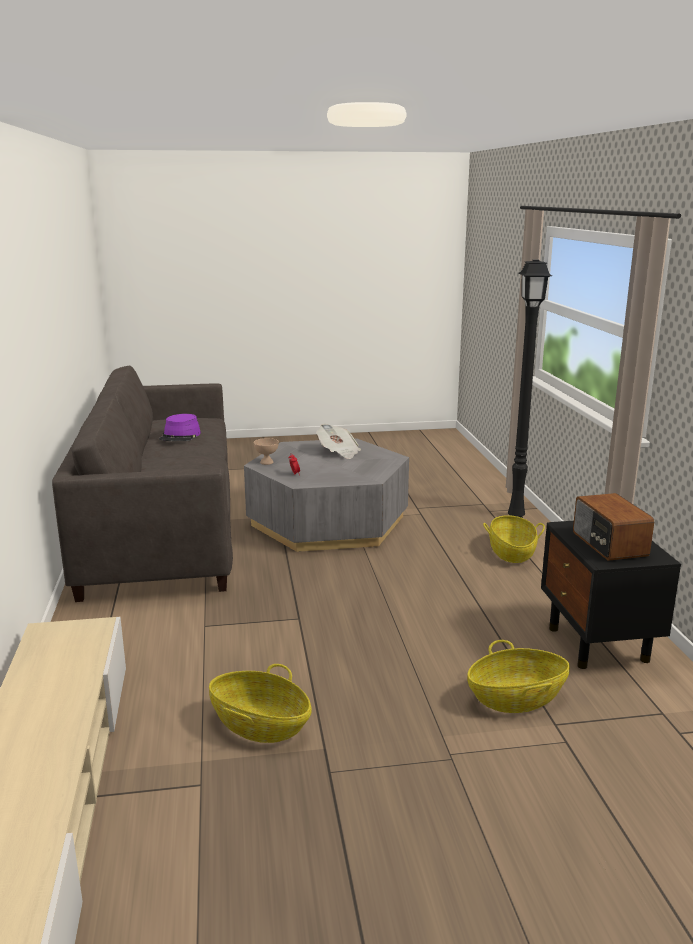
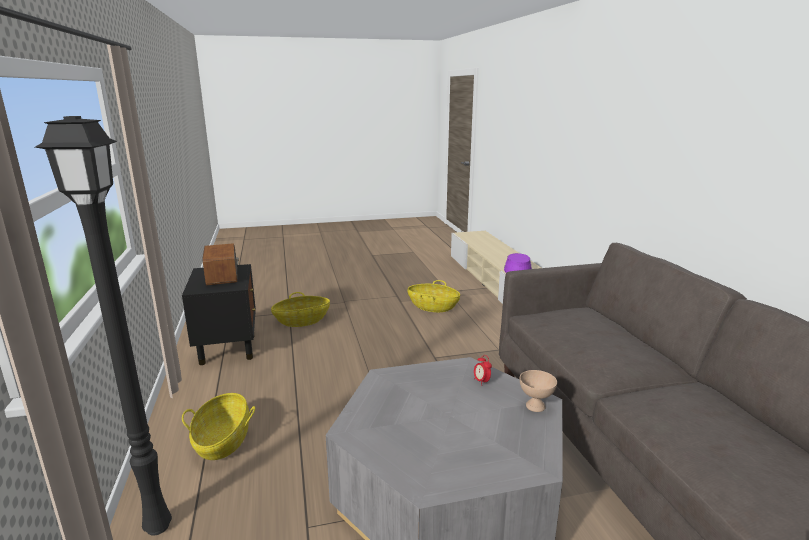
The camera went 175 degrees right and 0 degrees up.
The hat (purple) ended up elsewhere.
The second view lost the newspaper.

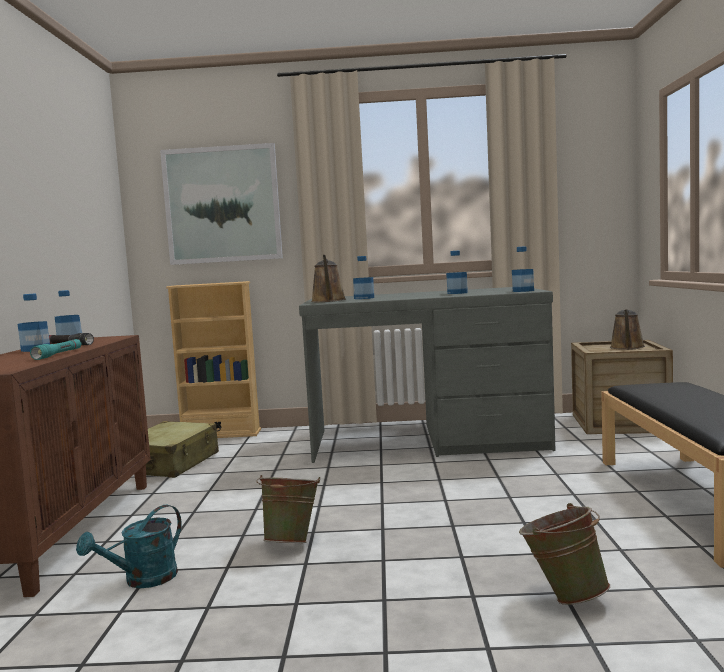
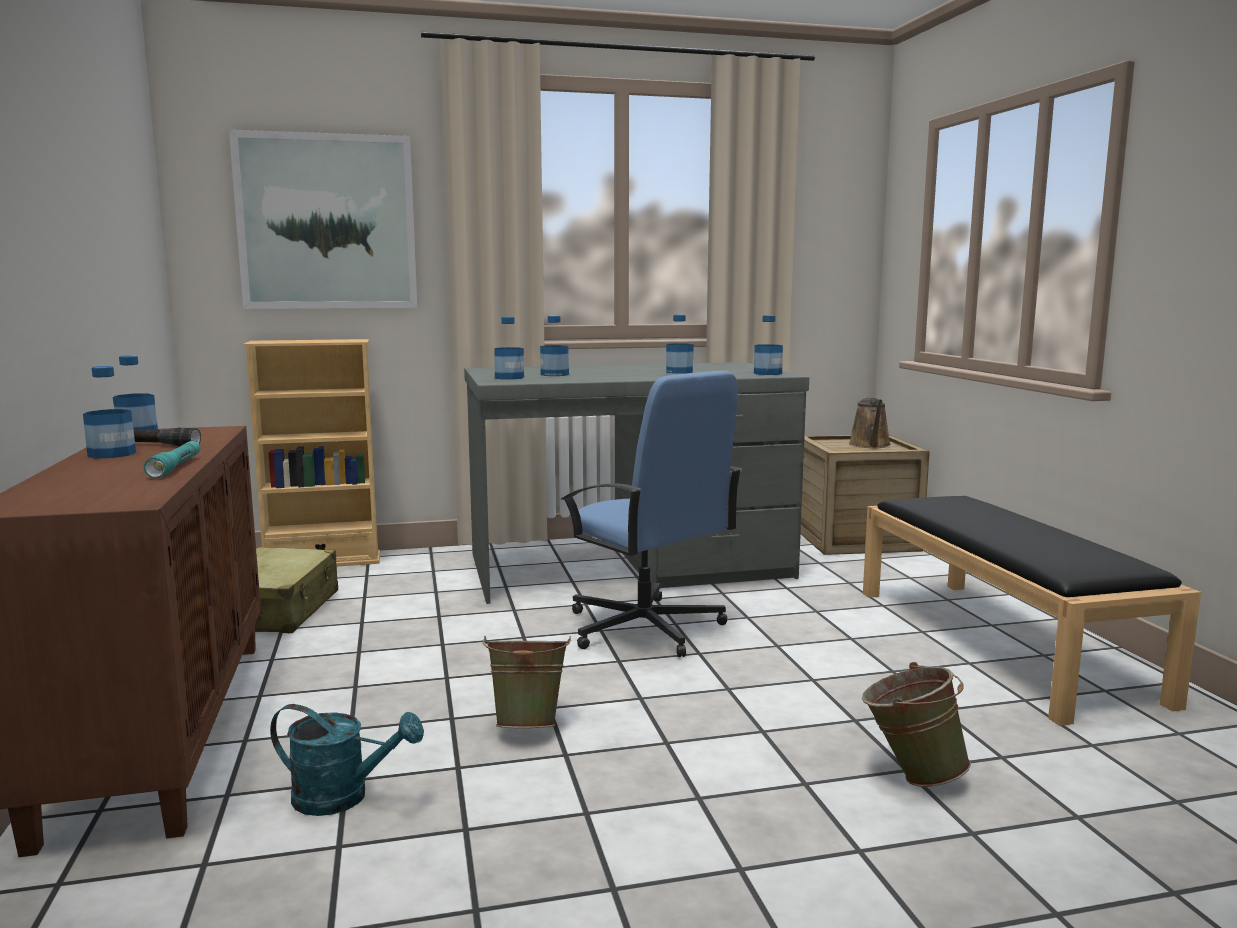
The camera went 15 degrees left and 5 degrees up.
The watering can (turquoise) ended up facing another way, 105 degrees counterclockwise from before.
Where the watering can (brown) (1st from left) stood, the bottle (3rd from left) came to stand.
The second view gained the office chair (blue).

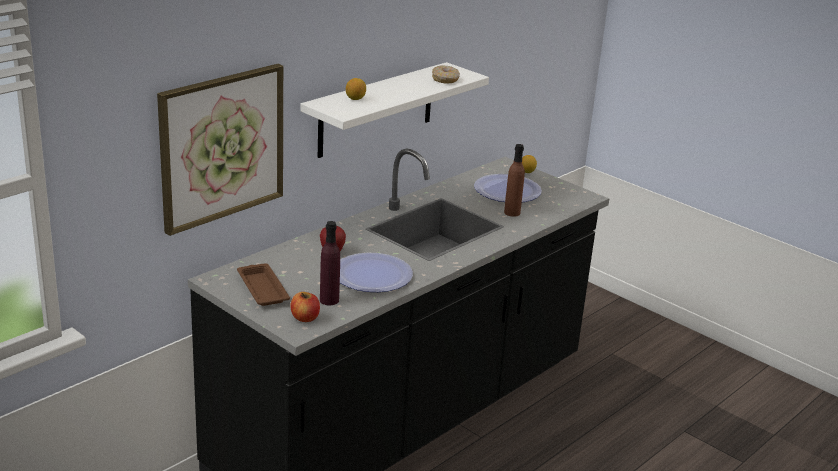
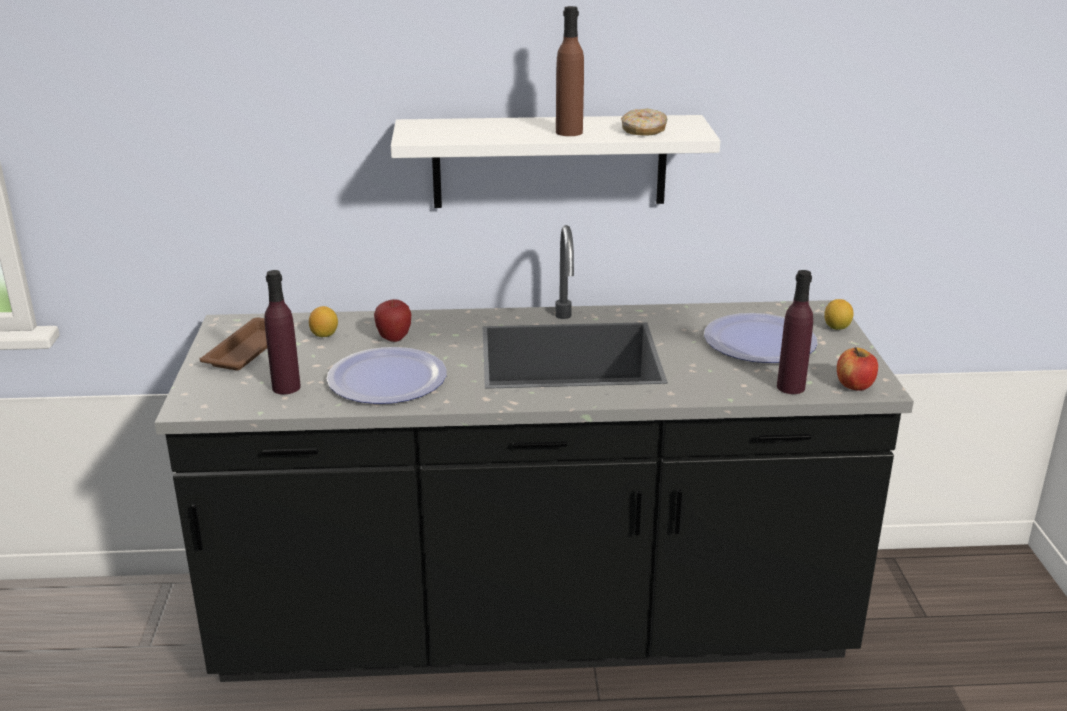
The camera went 45 degrees right and 0 degrees up.
The second view lost the picture.
The apple (1st from left in the first image) ended up elsewhere.
The lemon (1st from left) ended up elsewhere.
The bottle (brown) ended up elsewhere.
The second view gained the bottle (purple) (2nd from left).

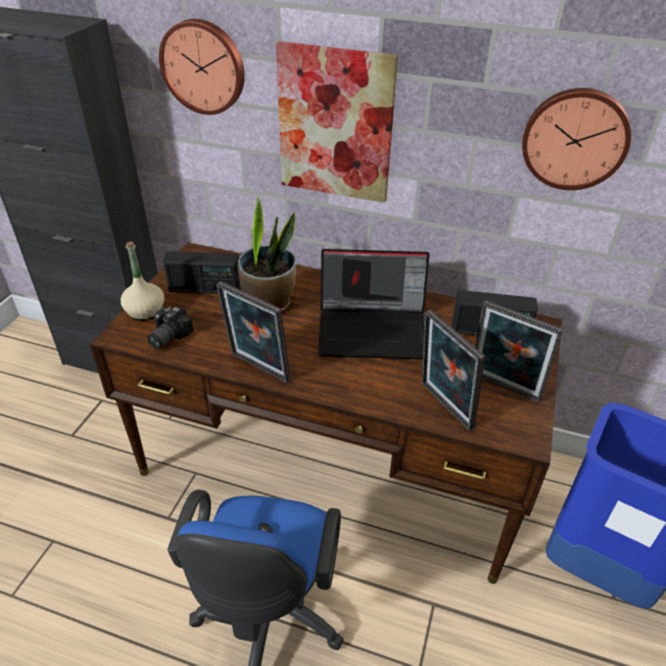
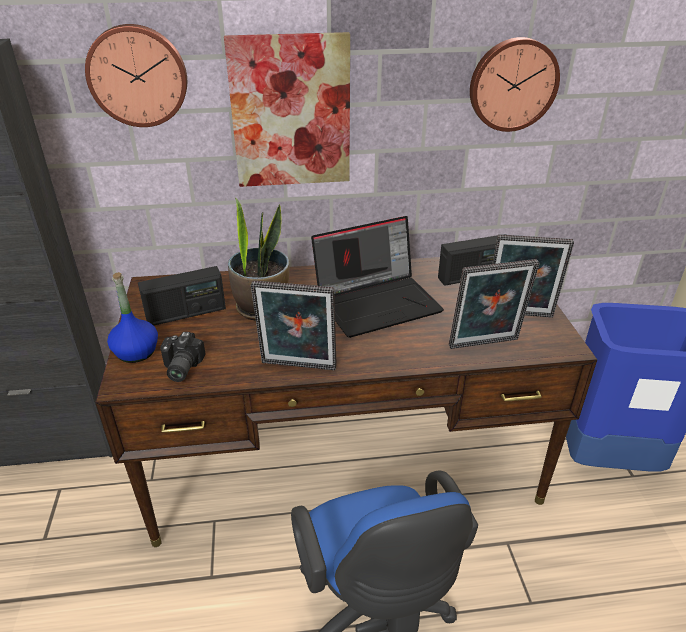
The camera went 25 degrees left and 5 degrees down.
What was the bottle (beige) turned into the bottle (blue).
The picture frame (2nd from left) ended up facing another way, 45 degrees counterclockwise from before.

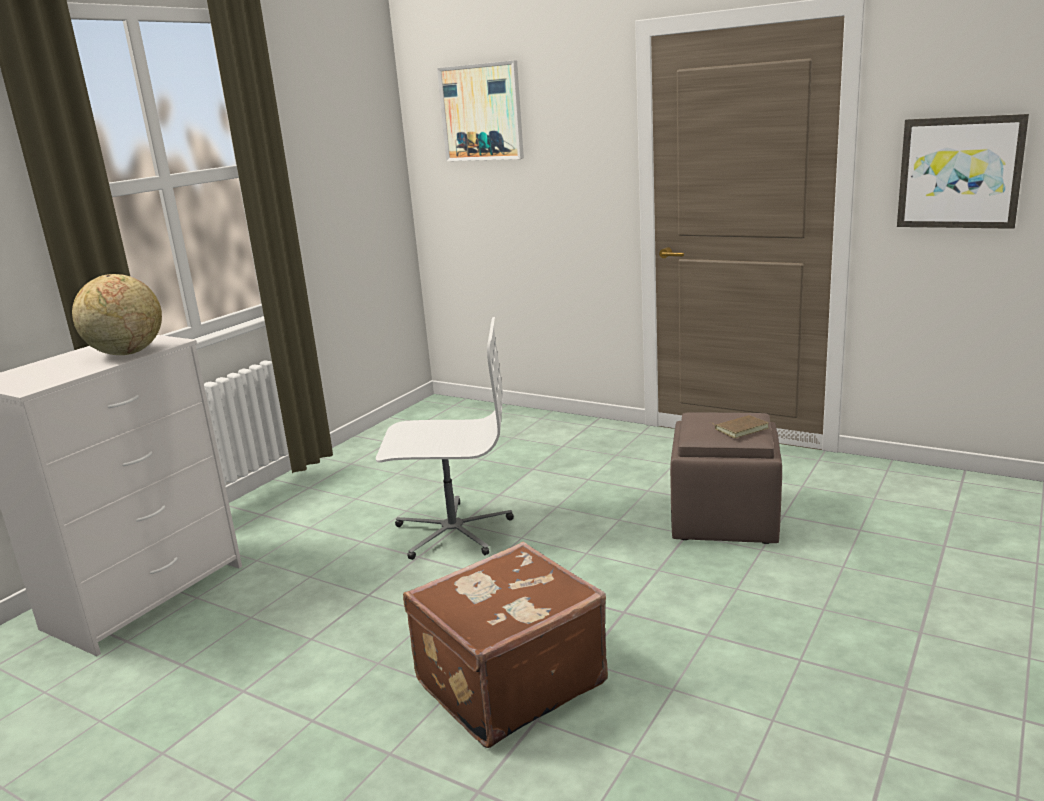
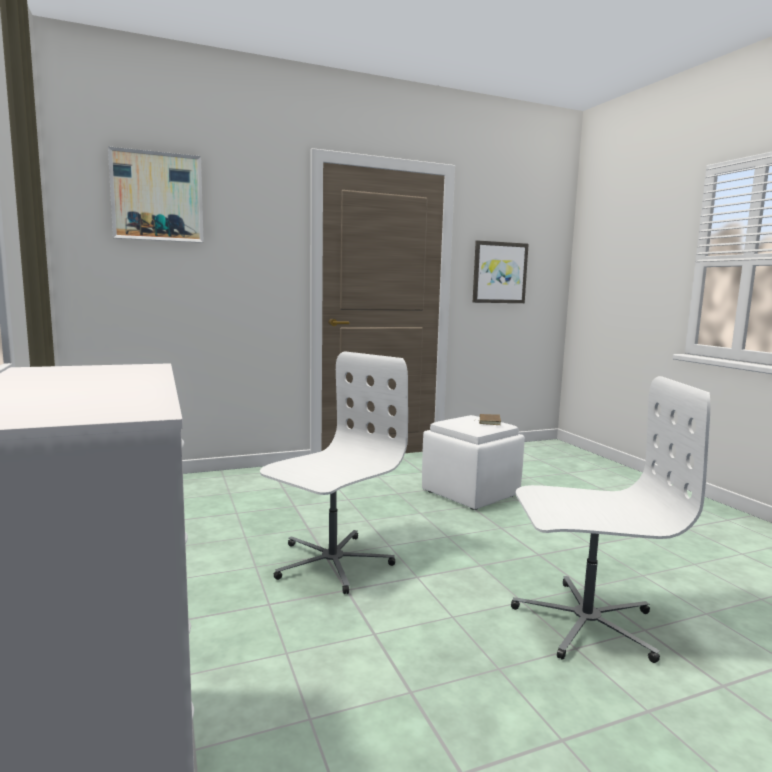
The camera went 55 degrees left and 10 degrees down.
The second view lost the globe.
Where the suitcase (brown) stood, the office chair (white) (2nd from left) came to stand.
What was the ottoman (brown) turned into the ottoman (white).

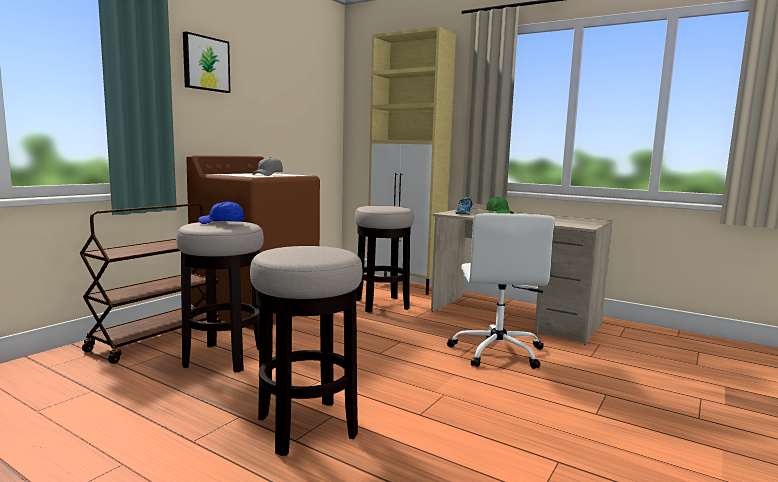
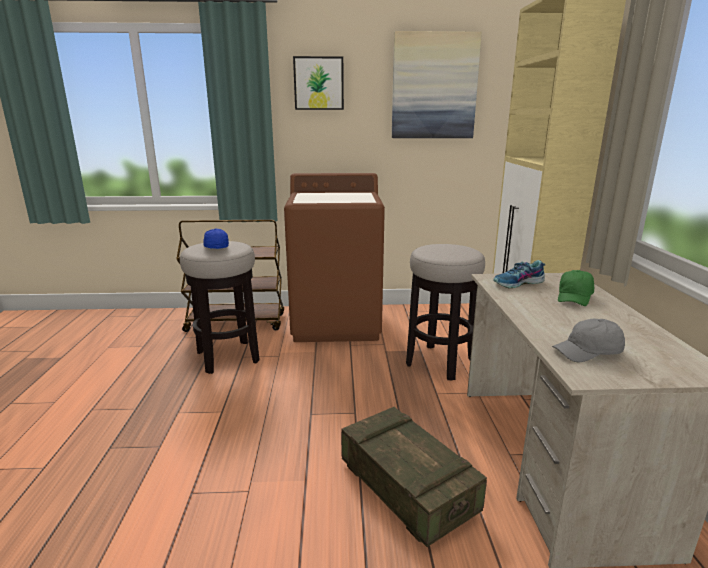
The camera went 55 degrees right and 10 degrees up.
The second view lost the stool (2nd from left).
The cap (grey) ended up elsewhere.
Where the office chair (white) stood, the crate came to stand.
The second view gained the picture (2nd from left).

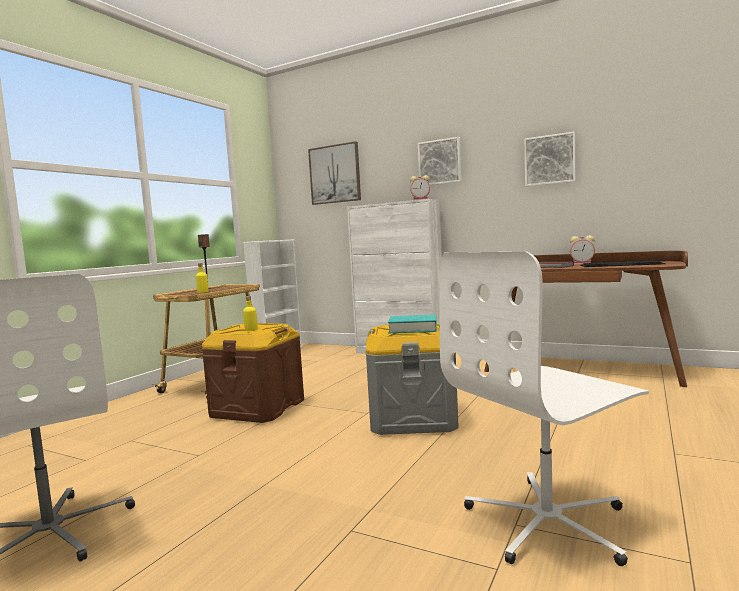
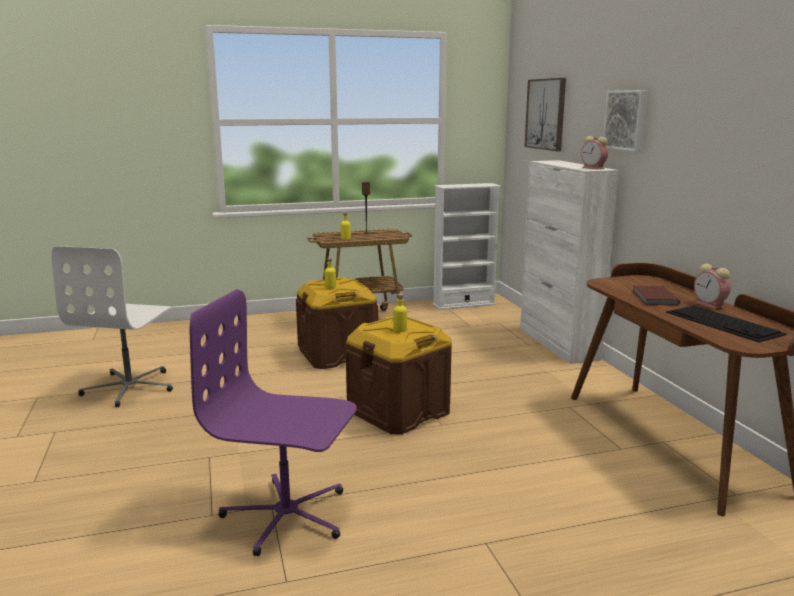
The camera went 45 degrees right and 10 degrees up.
What was the storage box (grey) turned into the storage box (brown) (2nd from left).
Where the book (turquoise) stood, the bottle (yellow) (3rd from left) came to stand.
What was the office chair (white) (2nd from left) turned into the office chair (purple).
The second view lost the picture (3rd from left).

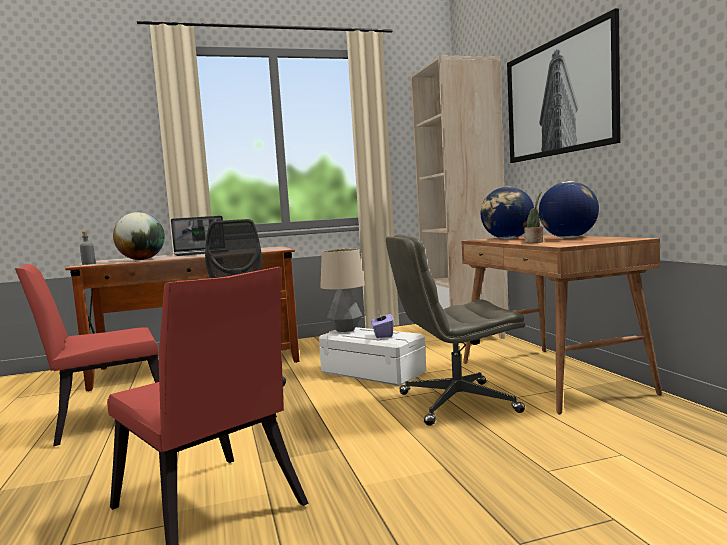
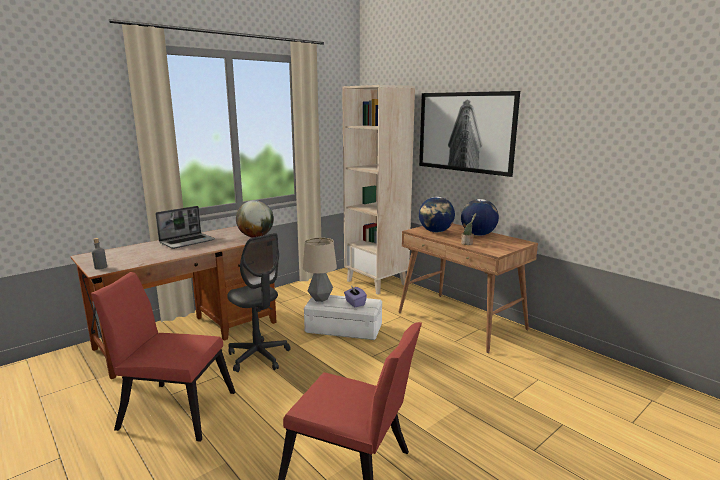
The camera went 25 degrees left and 10 degrees up.
The chair (red) (1st from left) ended up facing another way, 60 degrees clockwise from before.
The globe (1st from left) ended up elsewhere.
The second view lost the office chair (grey) (2nd from left).

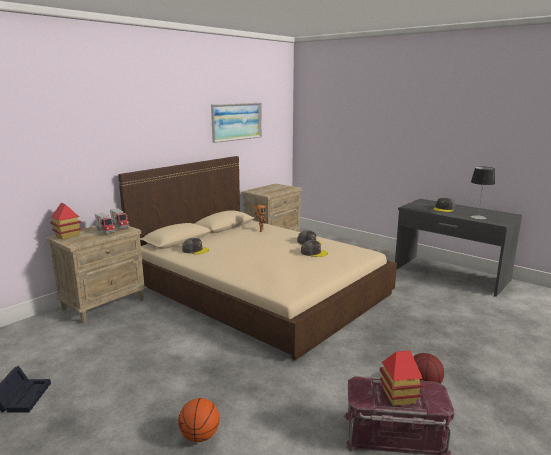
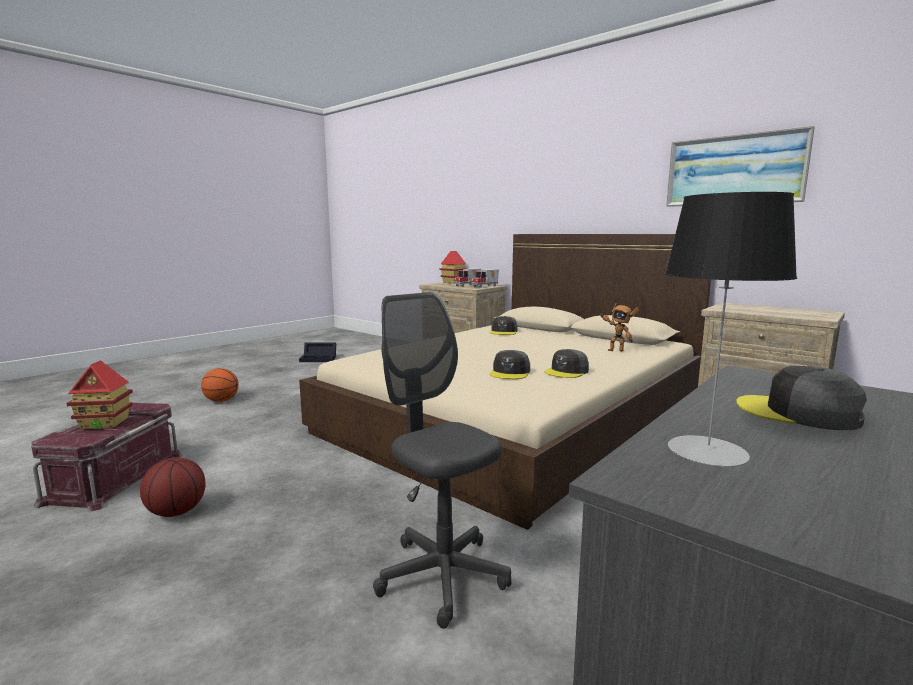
The camera went 90 degrees right and 5 degrees down.
The second view gained the office chair (grey).

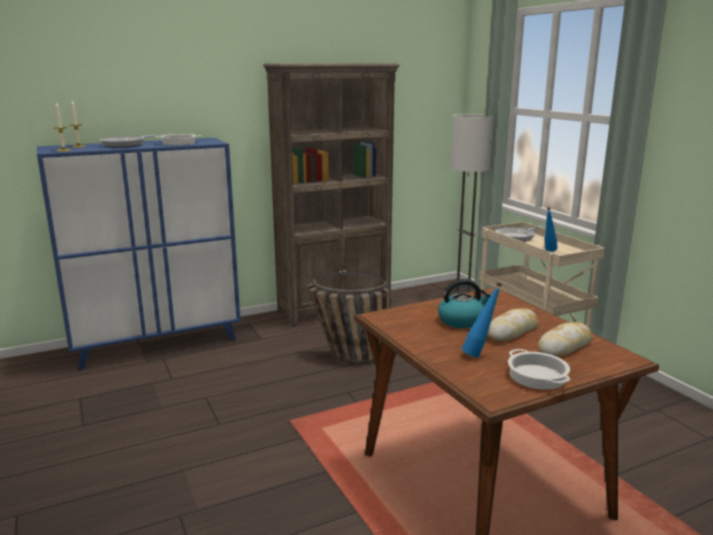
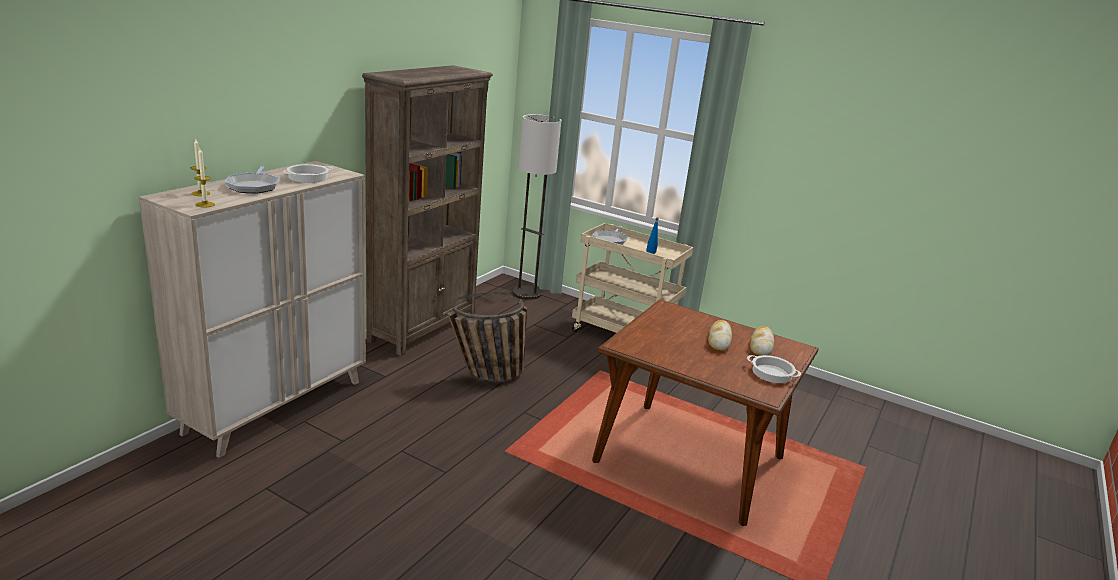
The camera went 35 degrees left and 5 degrees up.
What was the cabinet (blue) turned into the cabinet (beige).
The second view lost the kettle.
The second view lost the bottle (blue) (1st from left).

